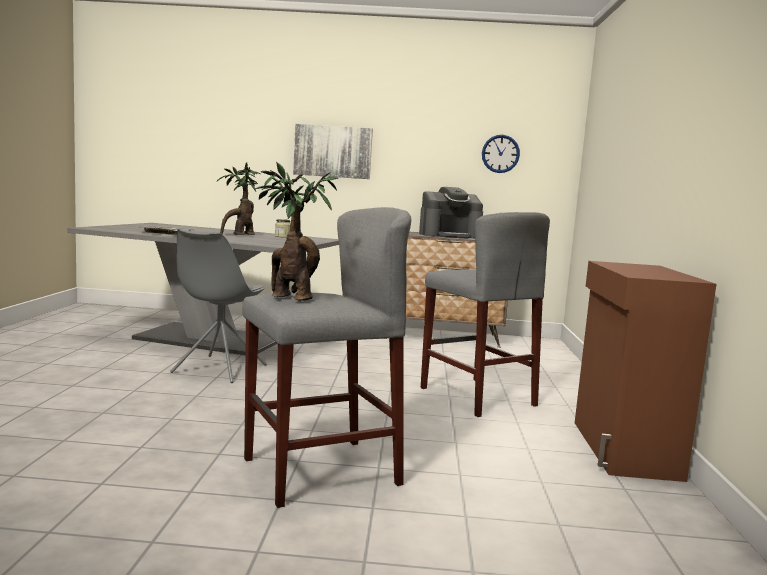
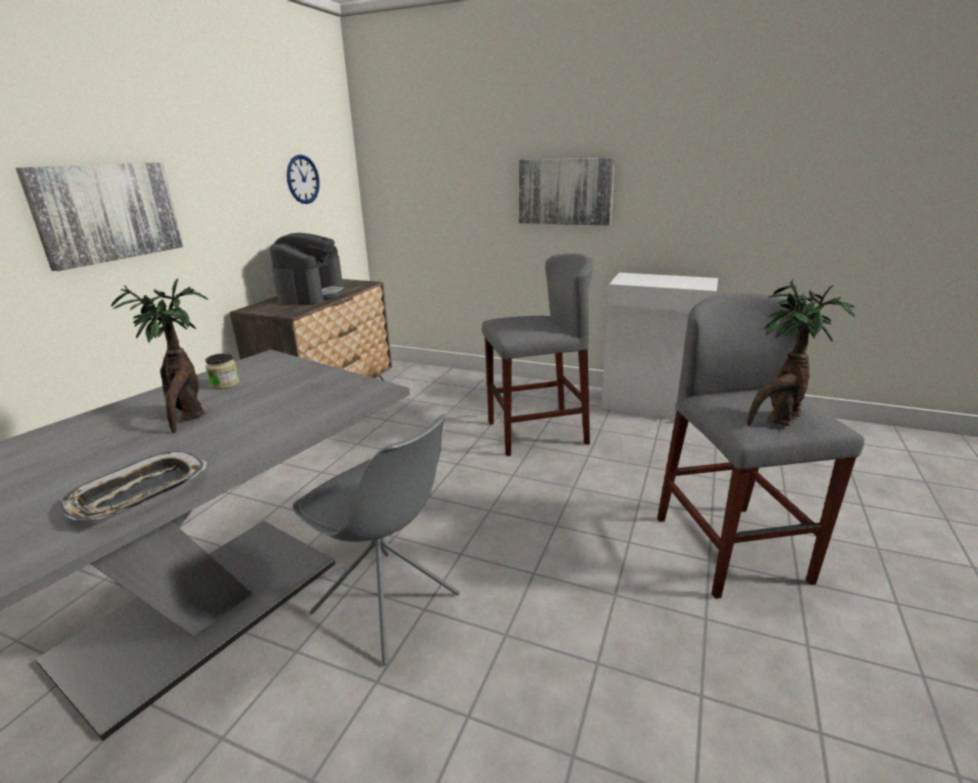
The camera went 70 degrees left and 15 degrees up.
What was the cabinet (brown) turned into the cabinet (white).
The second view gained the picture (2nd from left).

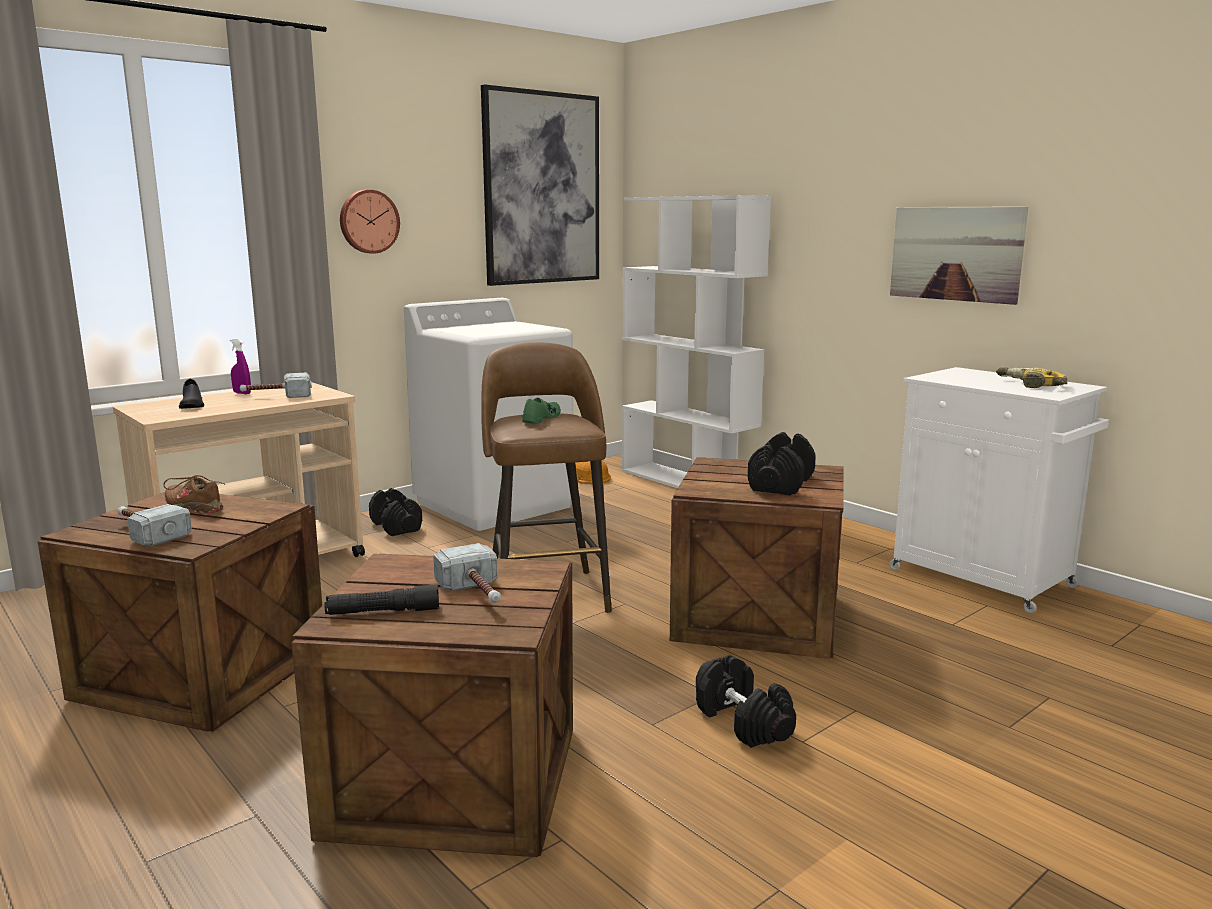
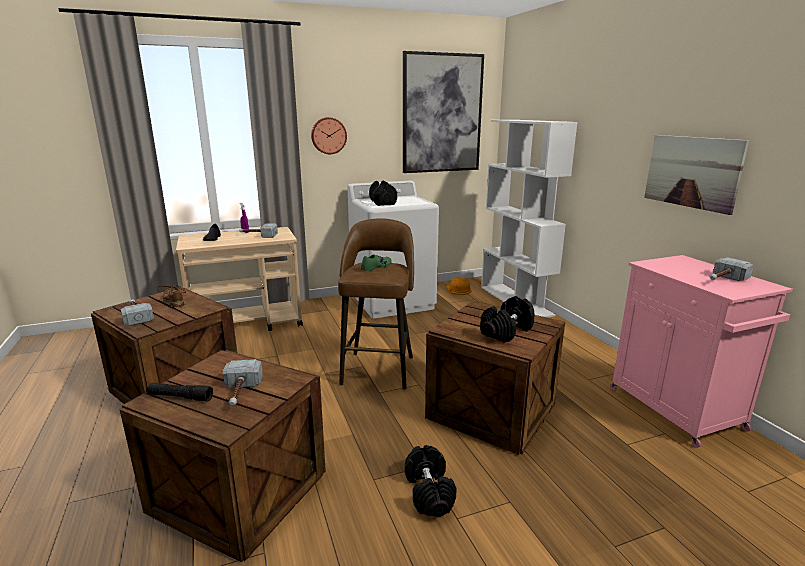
The camera went 20 degrees right and 5 degrees up.
The dumbbell (black) (1st from left) ended up elsewhere.
What was the cabinet (white) turned into the cabinet (pink).
Where the power drill stood, the hammer (4th from left) came to stand.

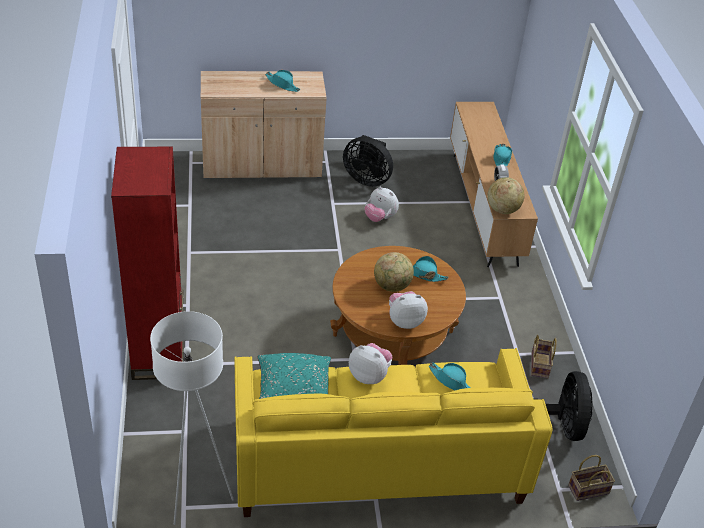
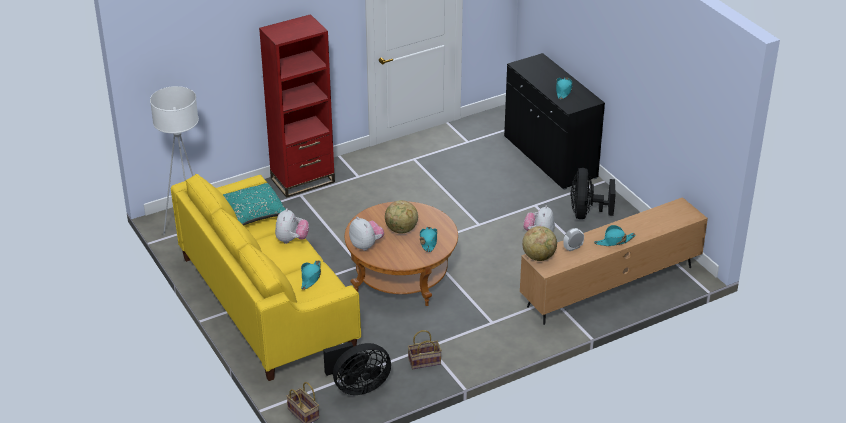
The camera went 70 degrees right and 5 degrees down.
What was the cabinet (beige) turned into the cabinet (black).

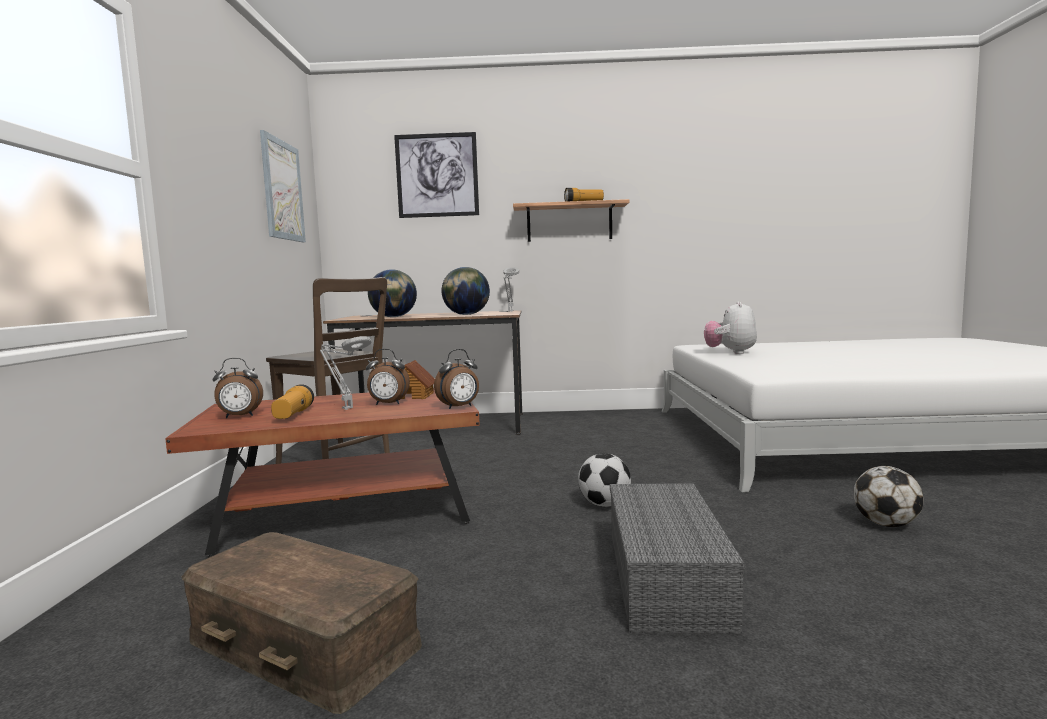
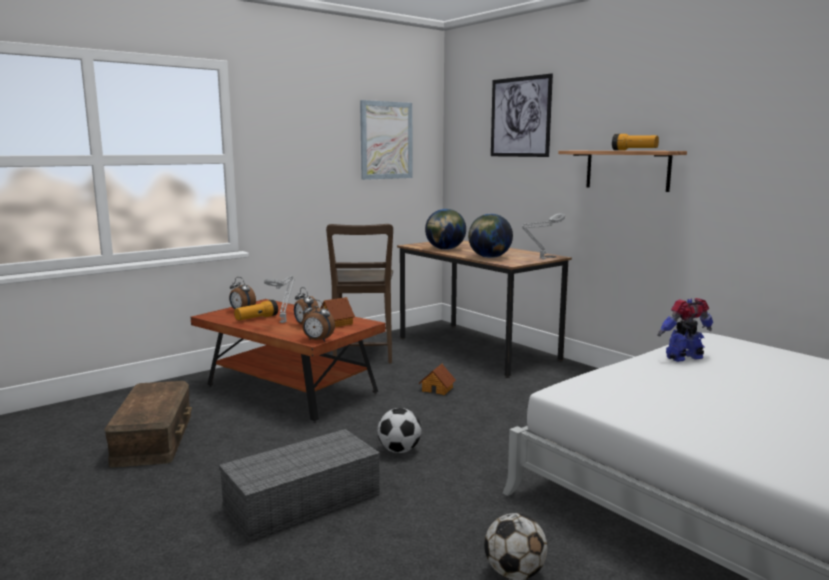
The camera went 50 degrees right and 5 degrees up.
Where the plush toy stood, the toy robot came to stand.
The second view gained the toy house (2nd from left).

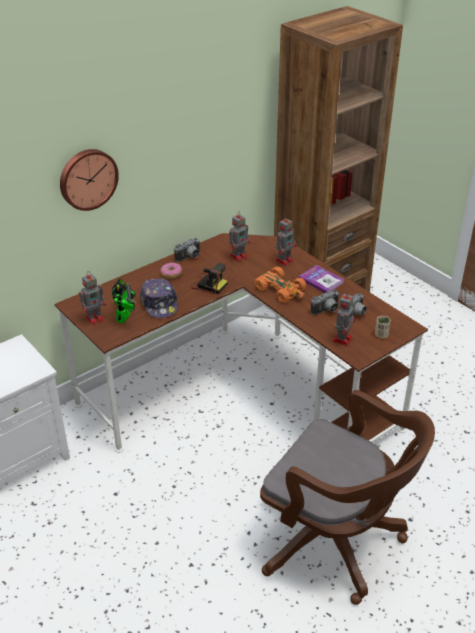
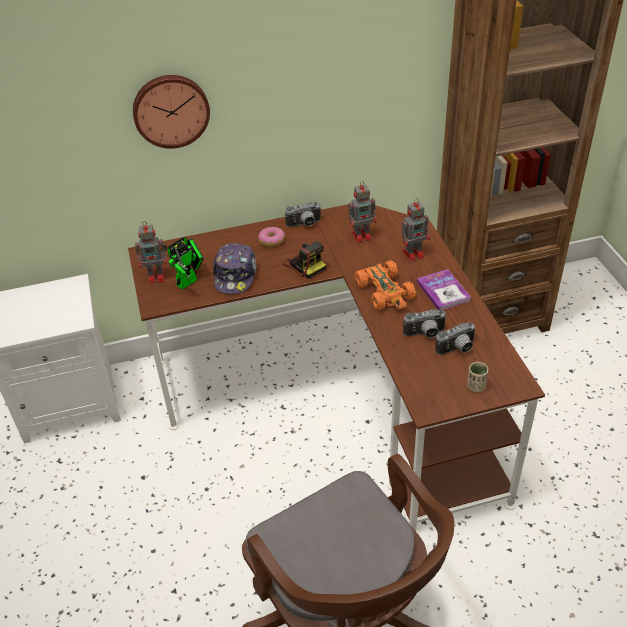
The camera went 25 degrees right and 5 degrees up.
The second view lost the toy robot (5th from left).

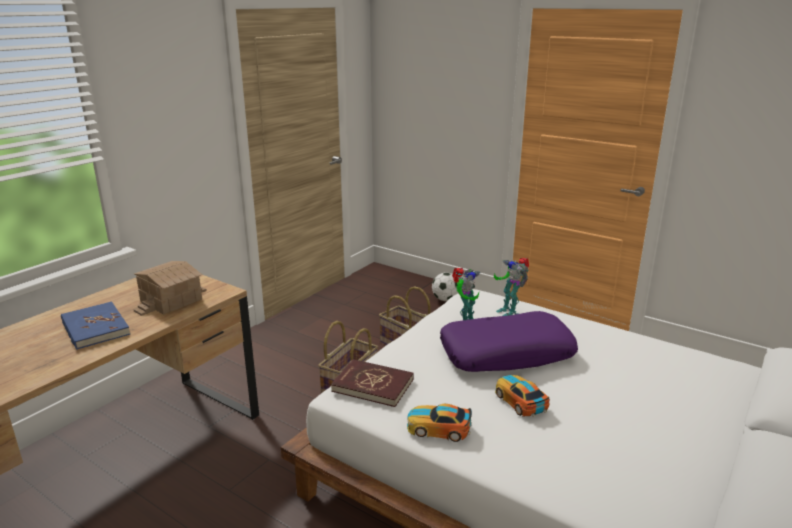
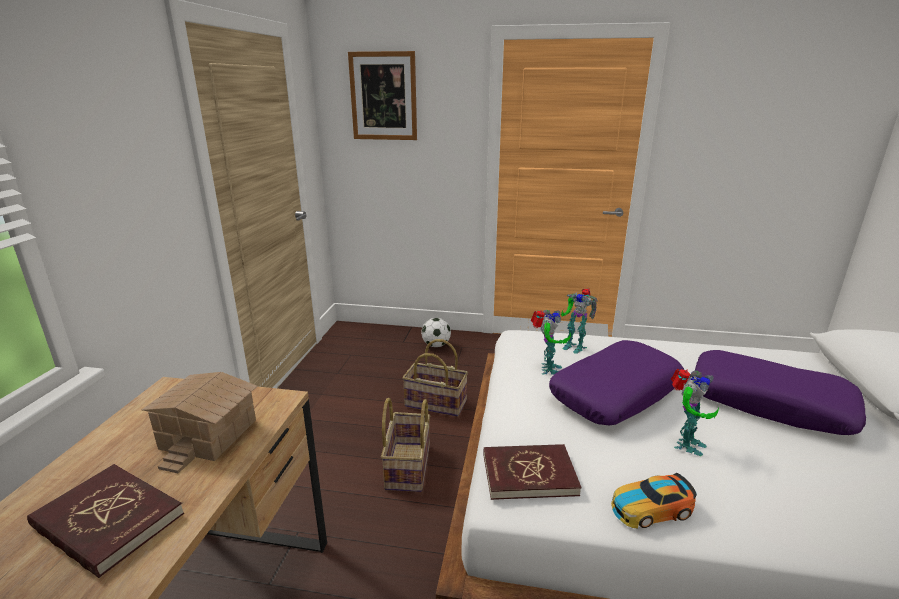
The camera went 25 degrees left and 0 degrees up.
What was the book (blue) turned into the book (red) (1st from left).
Where the toy car (2nd from left) stood, the toy robot (3rd from left) came to stand.
The second view gained the picture.
The second view gained the pillow (purple) (2nd from left).

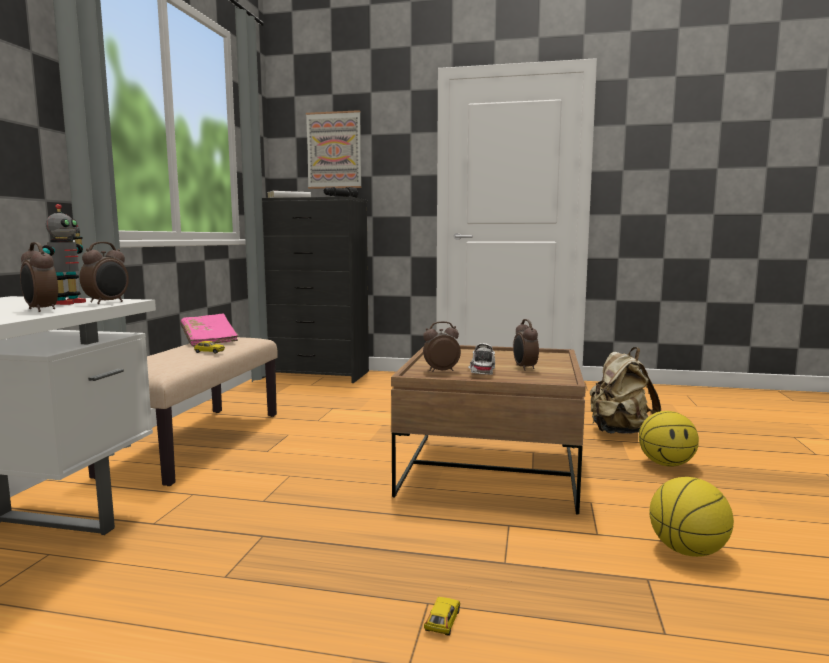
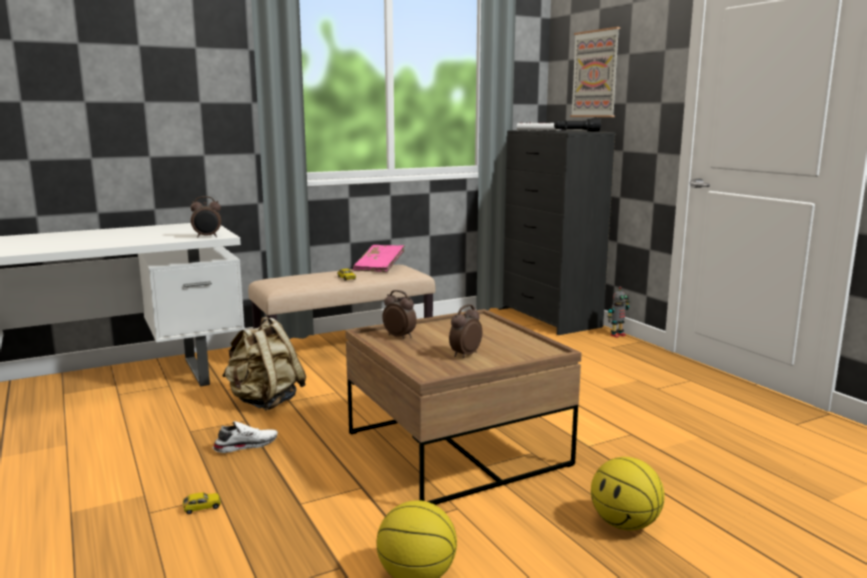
The camera went 50 degrees right and 5 degrees up.
The second view lost the alarm clock (1st from left).
The toy robot ended up elsewhere.
The shoe (white) ended up elsewhere.
The backpack (beige) ended up elsewhere.

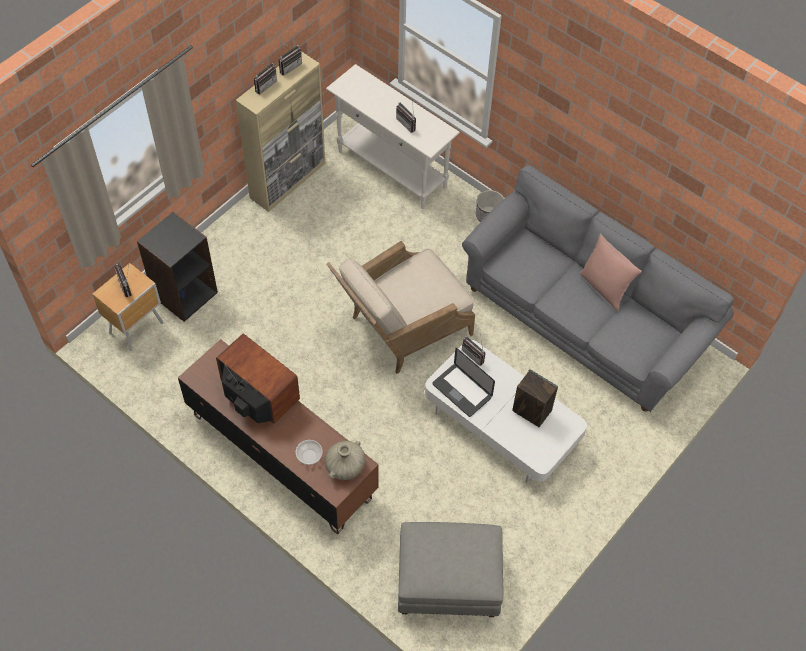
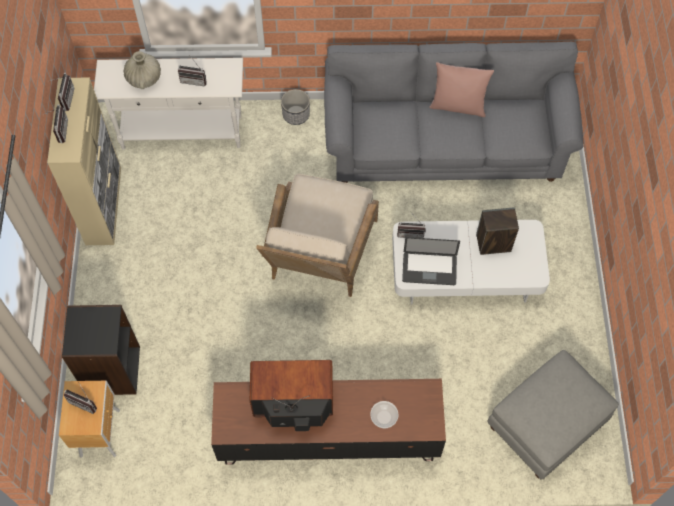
The camera went 40 degrees left and 5 degrees up.
The vase (beige) ended up elsewhere.

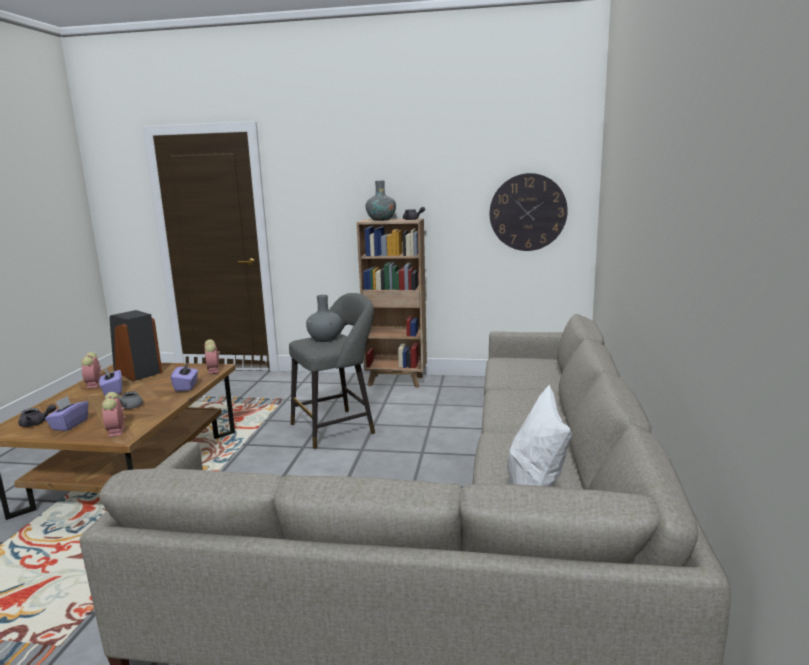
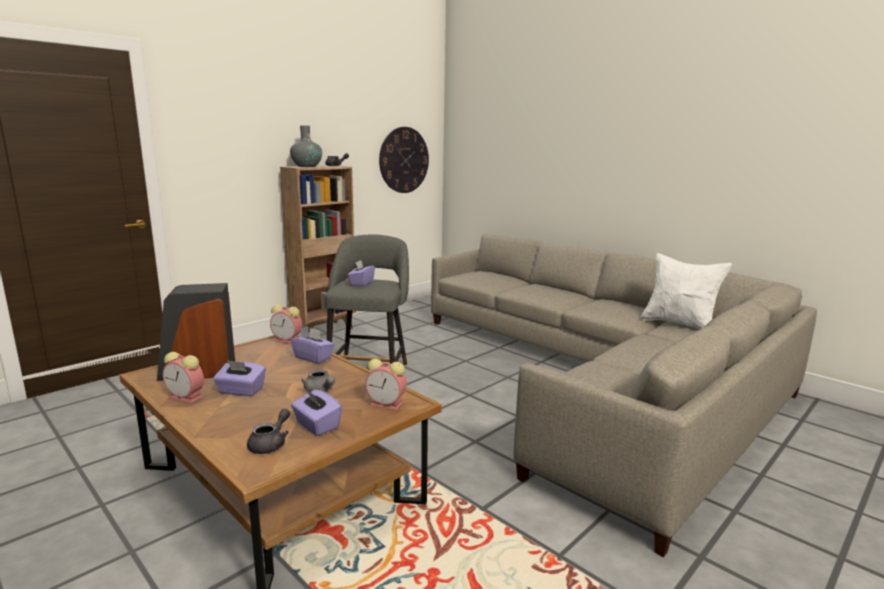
The camera went 55 degrees left and 0 degrees up.
Where the vase (grey) (1st from left) stood, the tissue box (purple) (4th from left) came to stand.

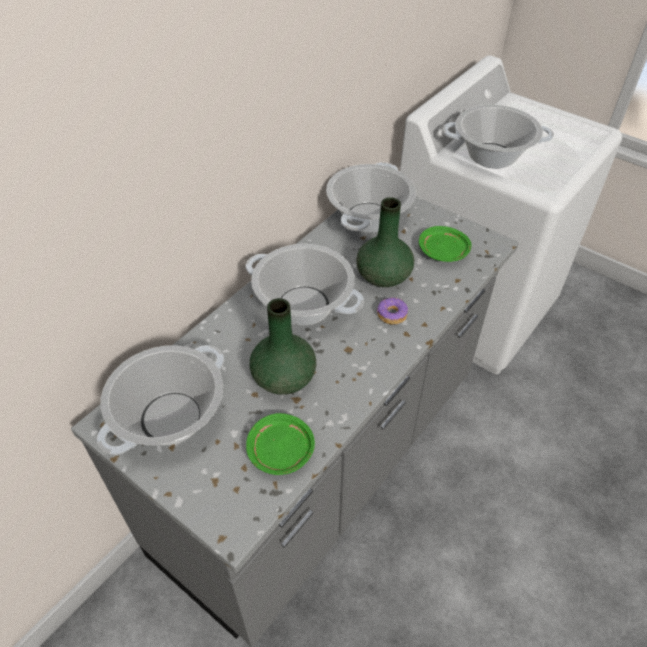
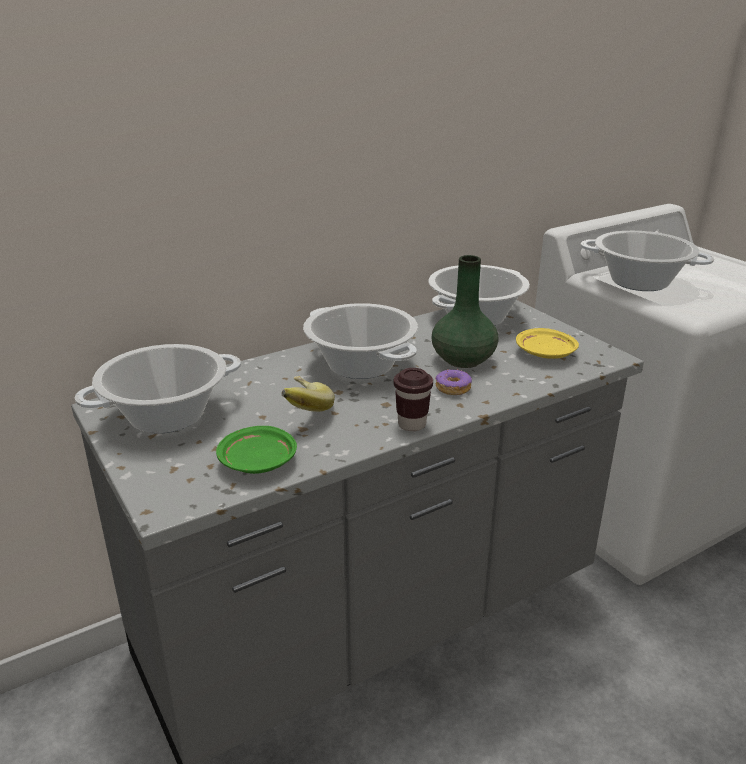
The camera went 20 degrees right and 20 degrees down.
Where the vase (green) (1st from left) stood, the banana came to stand.
What was the plate (green) (2nd from left) turned into the plate (yellow).
The second view gained the cup (brown).

